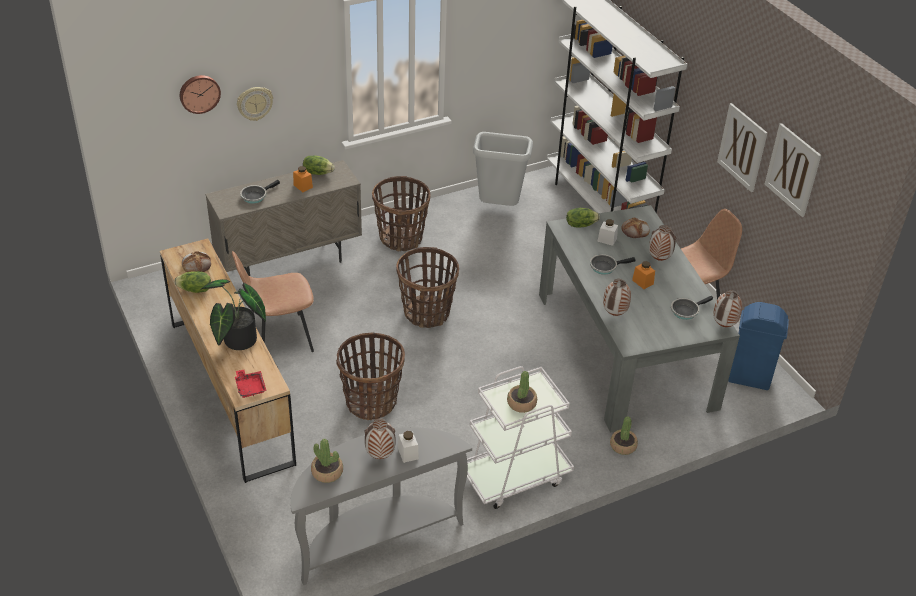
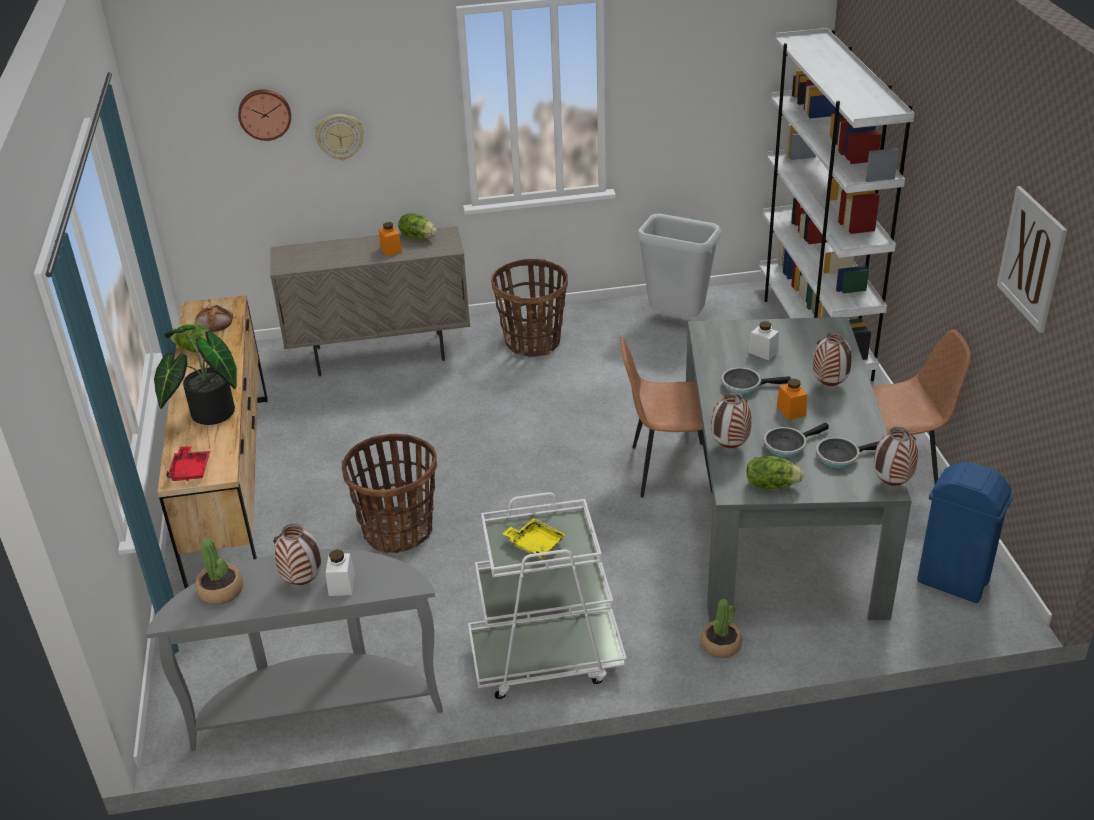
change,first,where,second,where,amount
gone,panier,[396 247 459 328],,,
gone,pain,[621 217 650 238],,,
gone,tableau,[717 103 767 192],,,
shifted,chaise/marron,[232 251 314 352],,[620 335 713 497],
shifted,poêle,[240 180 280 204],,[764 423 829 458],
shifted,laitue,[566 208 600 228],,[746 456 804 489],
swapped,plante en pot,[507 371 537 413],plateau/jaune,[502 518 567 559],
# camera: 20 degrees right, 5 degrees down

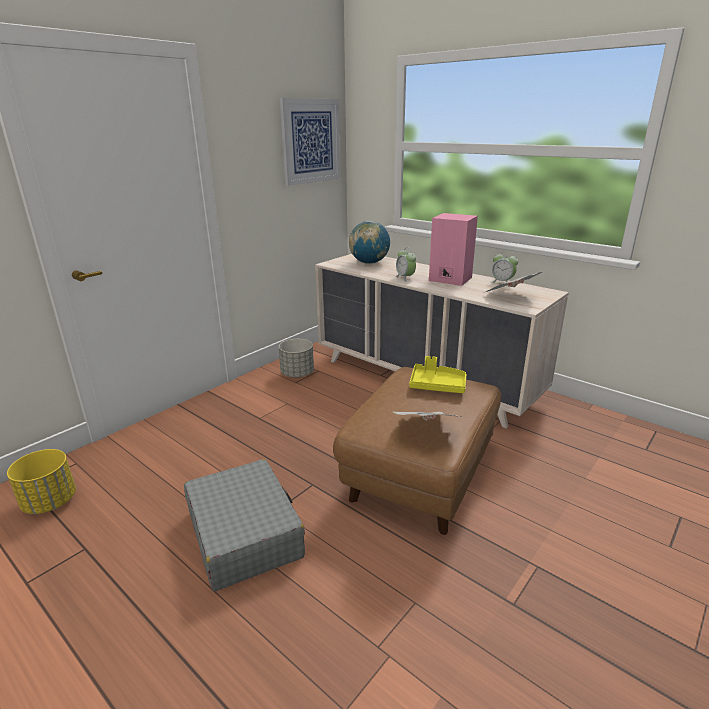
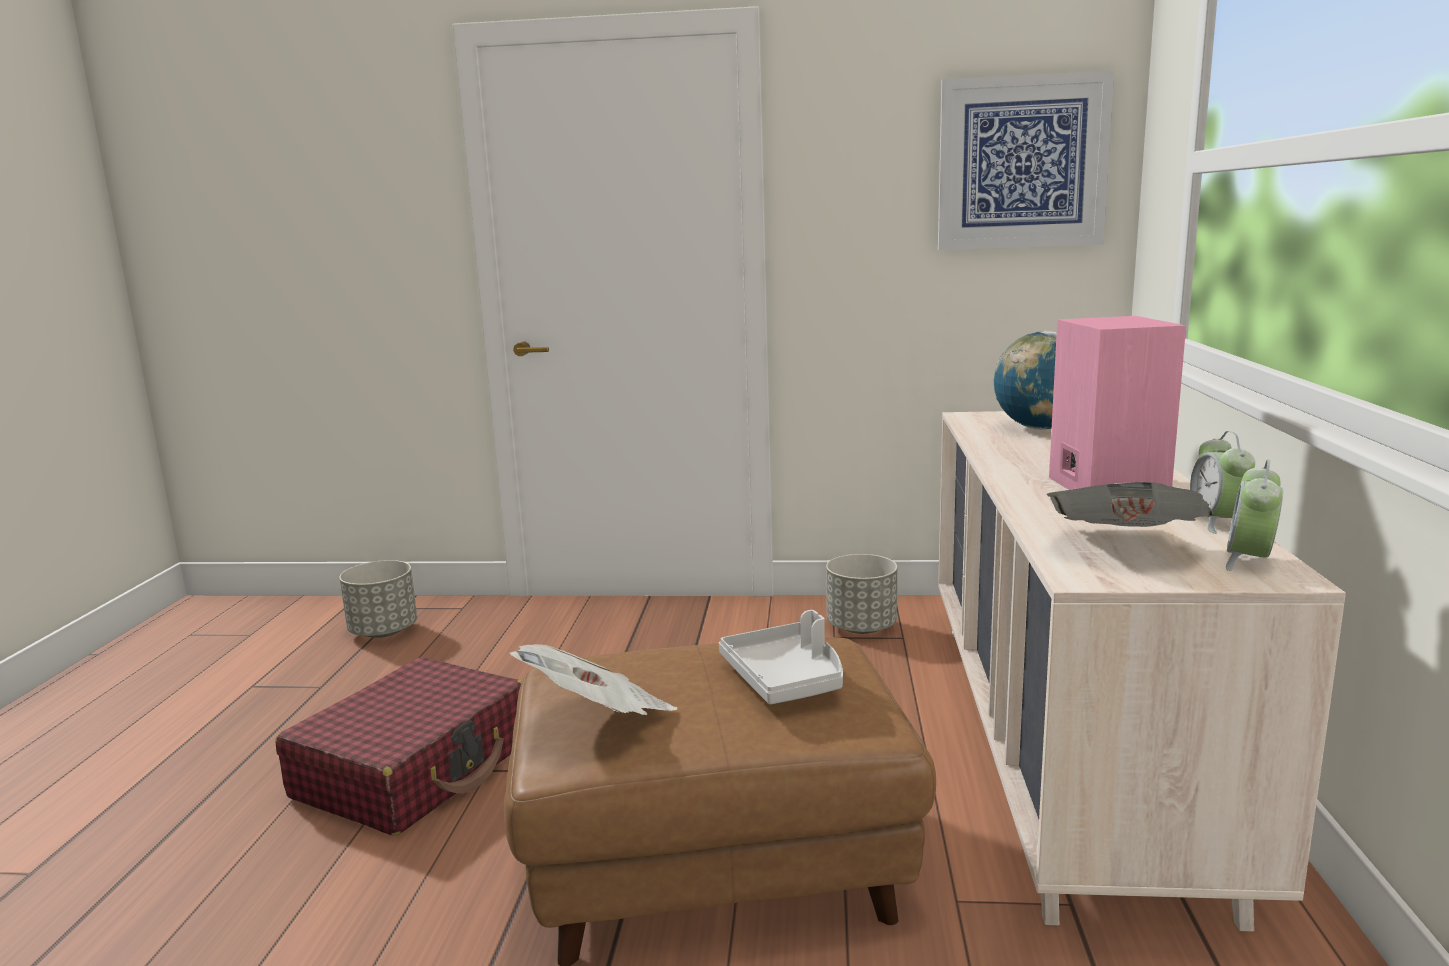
change,first,where,second,where,amount
shifted,réveil,[395 247 416 281],,[1226 459 1283 571],
repainted,cache-pot/jaune,[7 449 76 514],cache-pot/gris,[339 560 417 638],
repainted,valise/gris,[184 459 305 591],valise/rouge,[275 657 522 836],
repainted,plateau/jaune,[409 356 466 393],plateau/gris,[719 610 843 705],
# camera: 55 degrees right, 10 degrees down

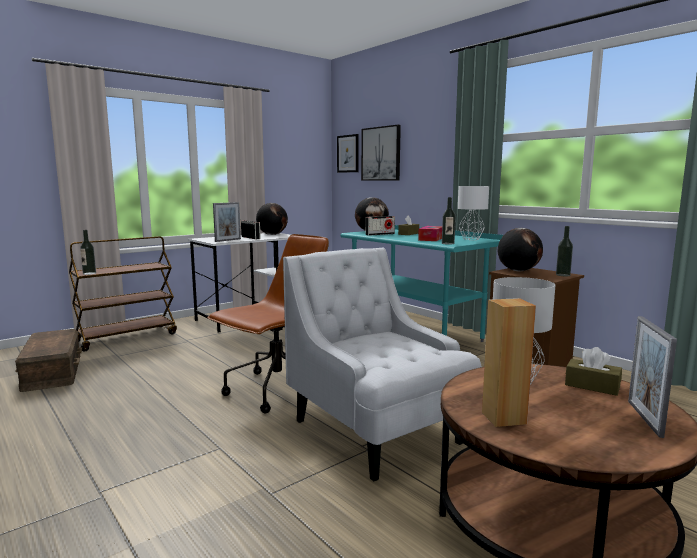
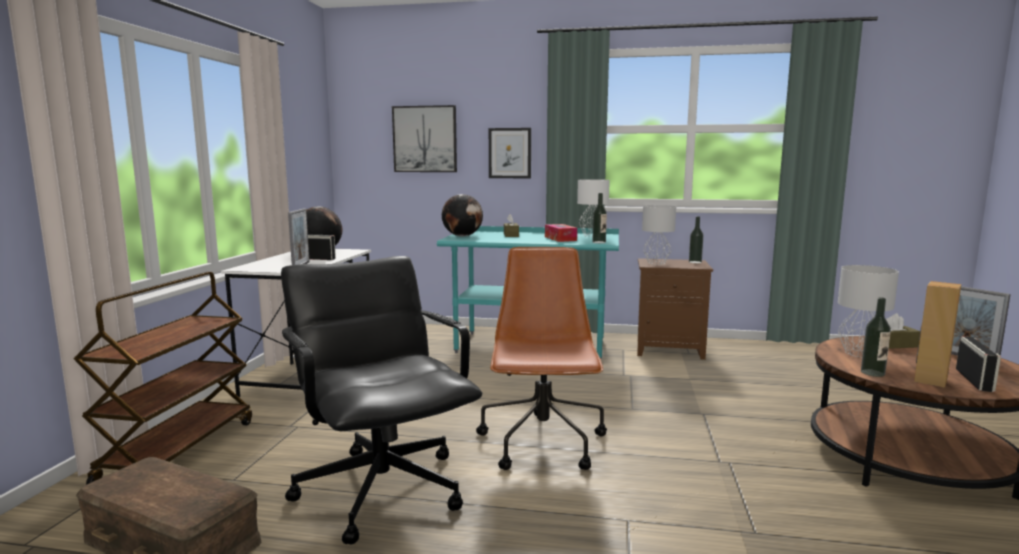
change,first,where,second,where,amount
gone,fauteuil/blanc,[283 247 482 481],,,
new,,,chaise de bureau/noir,[281 256 482 544],
shifted,bouteille,[80 230 96 275],,[861 297 891 377],
shifted,tableau,[337 134 359 173],,[489 128 531 178],
shifted,radio,[366 216 395 236],,[956 337 1001 392],
swapped,globe,[498 228 543 271],lampe de table/gris,[642 205 676 265],
# camera: 40 degrees left, 0 degrees up

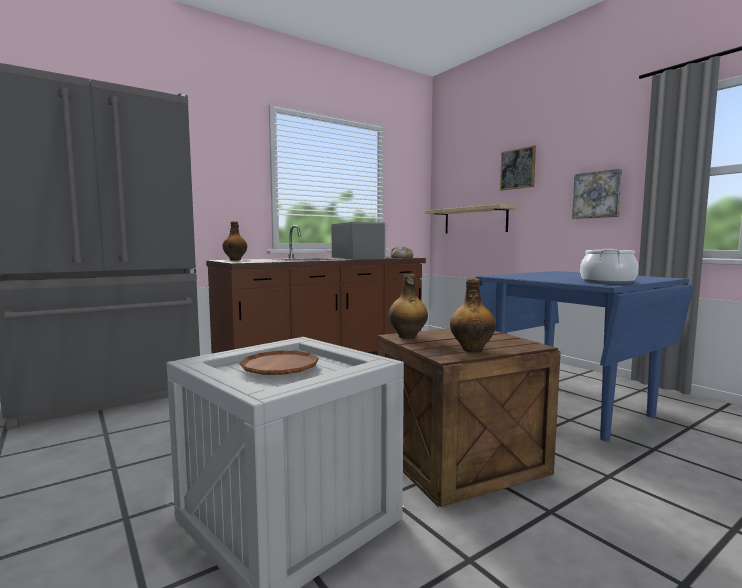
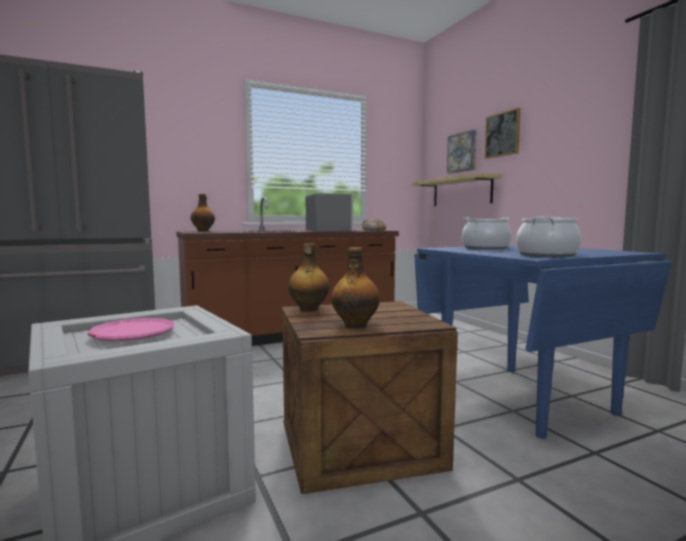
change,first,where,second,where,amount
new,,,marmite,[462 218 512 250],
shifted,tableau,[572 168 622 219],,[447 130 477 173],
repainted,assiette/marron,[240 351 319 375],assiette/rose,[87 318 174 341],
# camera: 10 degrees right, 0 degrees up

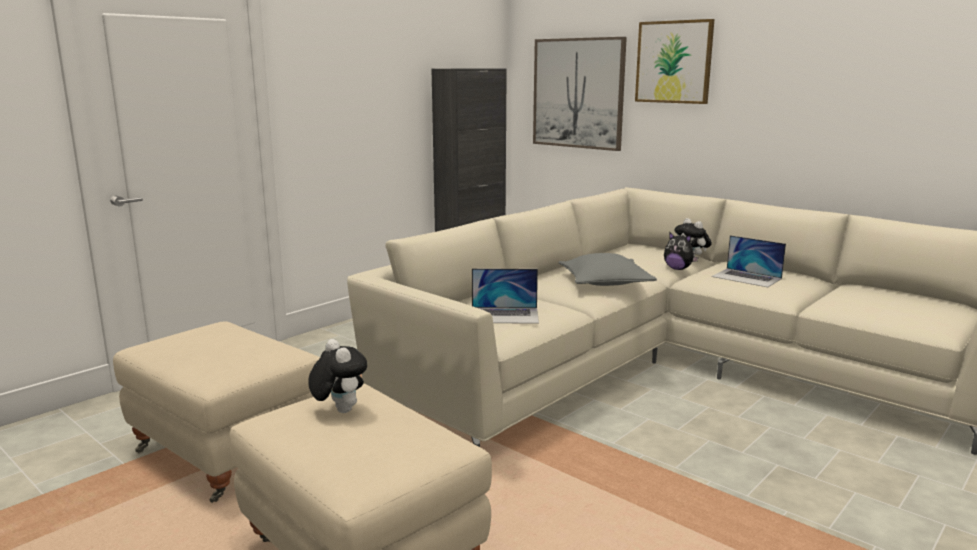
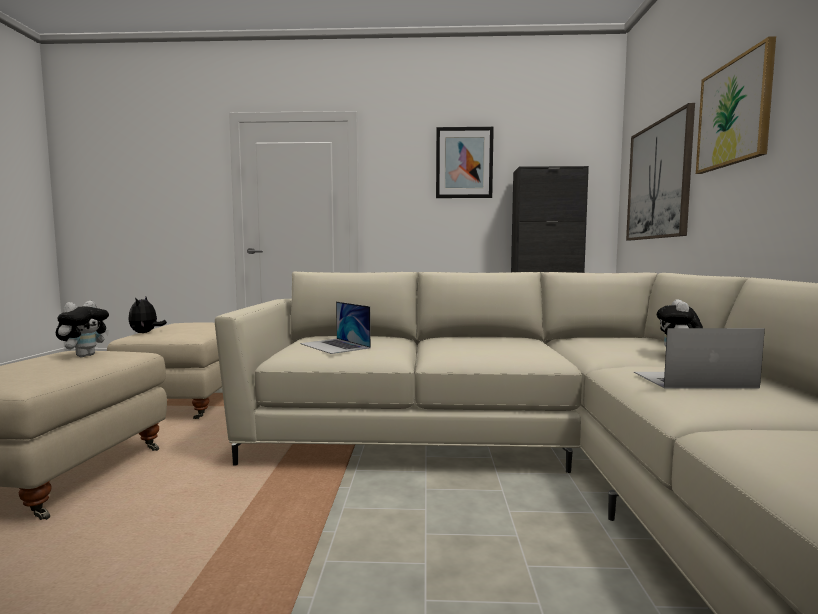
change,first,where,second,where,amount
gone,coussin/gris,[559 253 657 286],,,
new,,,tableau,[436 127 494 198],
shifted,peluche,[664 232 699 270],,[128 297 167 333],
rotated,ordinateur portable,[711 235 786 287],,[634 328 765 389],90 degrees clockwise
# camera: 50 degrees right, 10 degrees down

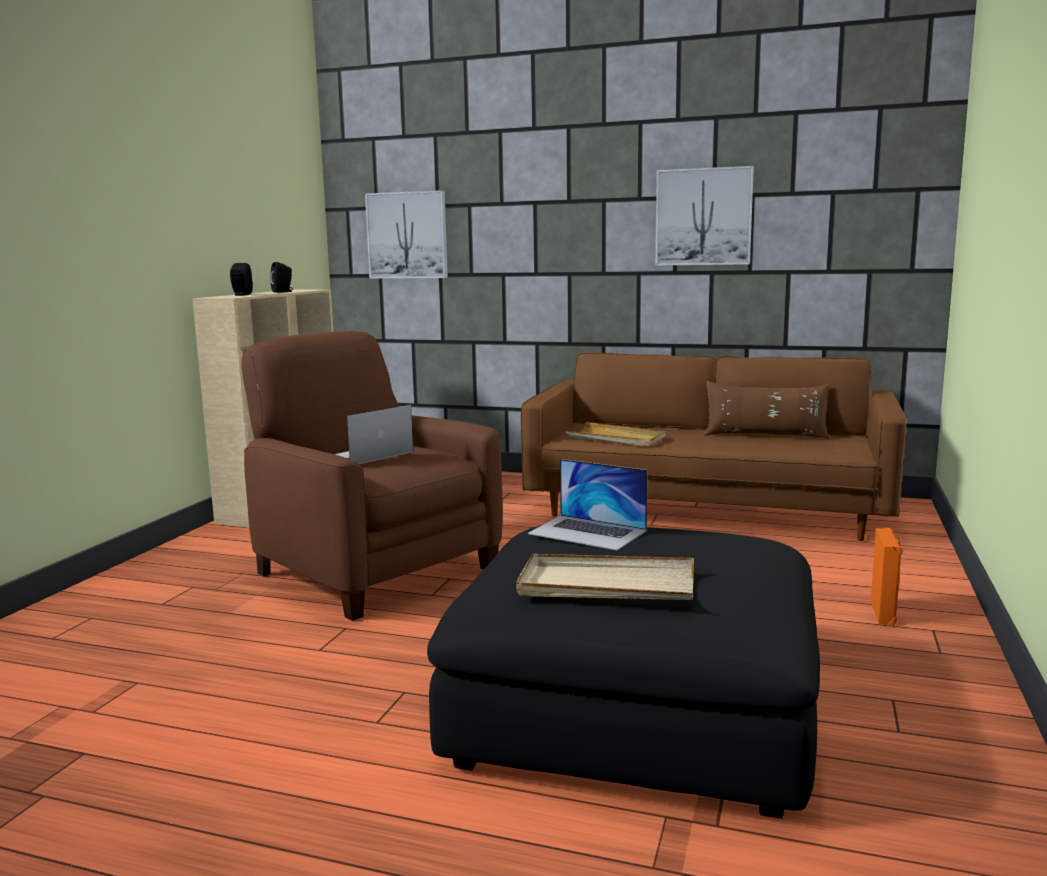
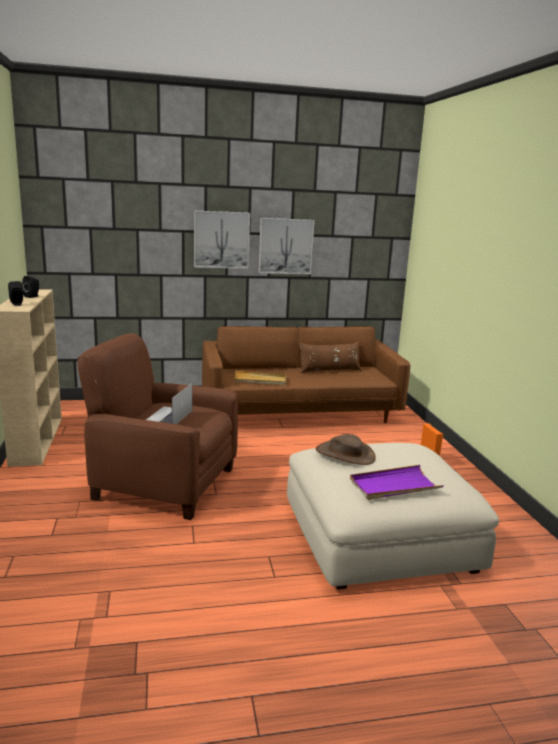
change,first,where,second,where,amount
shifted,tableau,[365 190 448 279],,[194 210 250 269],
swapped,ordinateur portable,[528 459 648 551],chapeau/marron,[316 434 376 465],
repainted,pouf/noir,[427 525 820 818],pouf/beige,[287 443 499 590],
repainted,plateau/beige,[516 554 694 600],plateau/violet,[350 465 444 500],
# camera: 30 degrees left, 5 degrees up

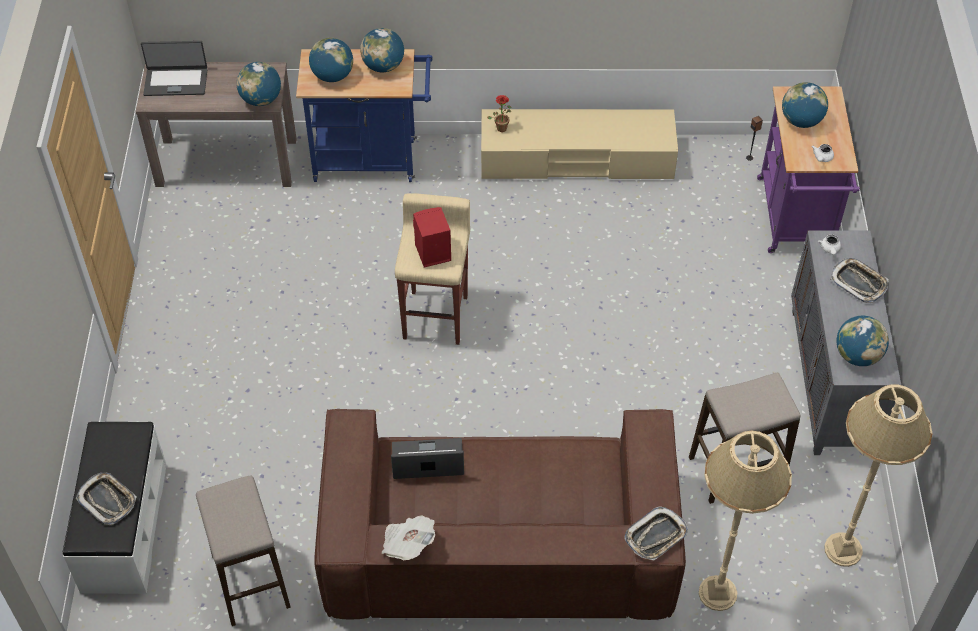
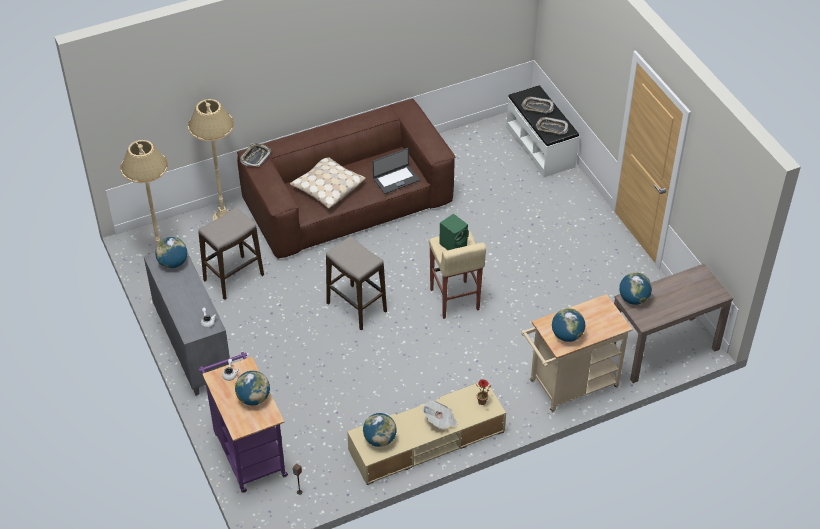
change,first,where,second,where,amount
gone,ordinateur portable,[141 41 207 96],,,
new,,,coussin/beige,[290 157 365 208],
shifted,tabouret,[196 476 291 626],,[326 236 387 331],
shifted,globe,[309 38 353 82],,[363 413 397 447],
shifted,journal,[382 515 435 560],,[422 400 458 429],
shifted,plateau,[830 258 888 303],,[536 117 568 134],
repainted,chariot/bleu,[296 49 432 182],chariot/beige,[521 294 633 413],
repainted,enceinte/rouge,[413 207 451 267],enceinte/vert,[439 214 469 250],
# camera: 155 degrees right, 5 degrees down

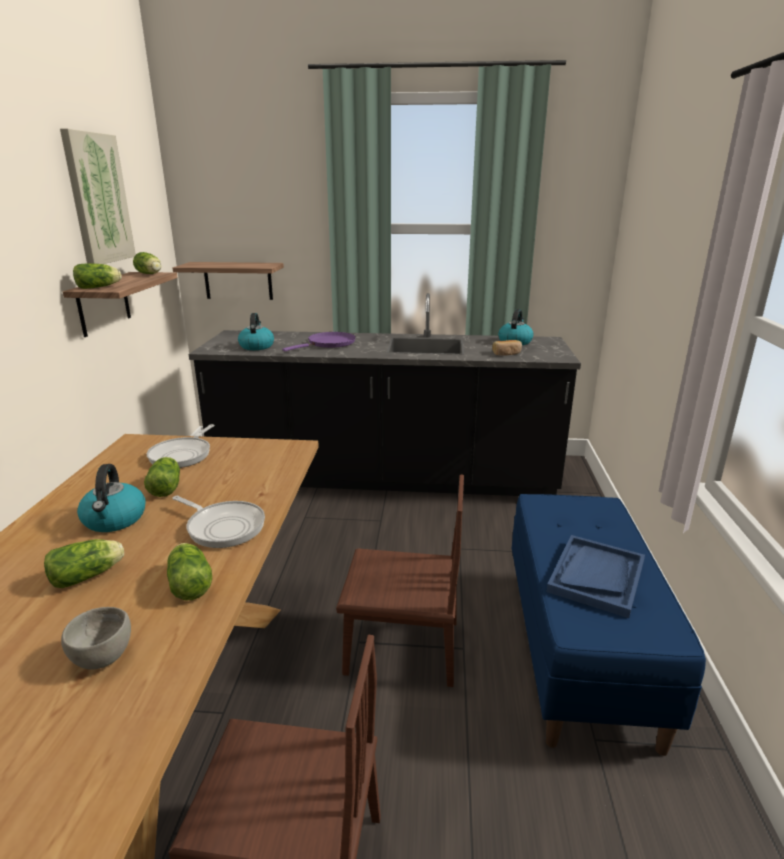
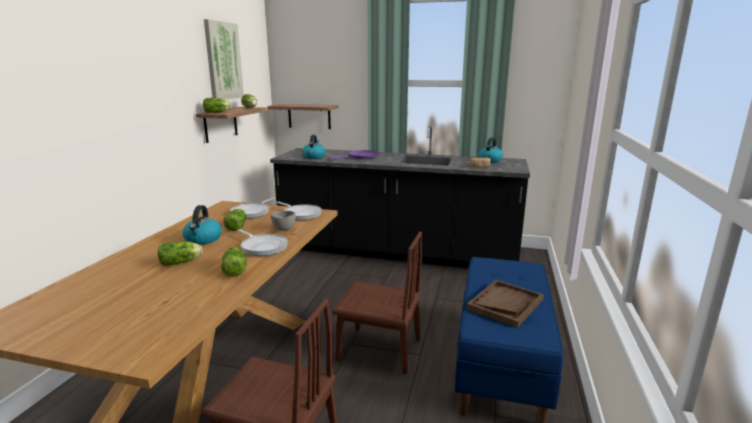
change,first,where,second,where,amount
new,,,poêle,[276 202 322 220],
shifted,bol/gris,[61 607 131 669],,[271 210 296 231],
repainted,plateau/bleu,[546 535 645 618],plateau/marron,[467 280 544 328],
# camera: 10 degrees right, 5 degrees down

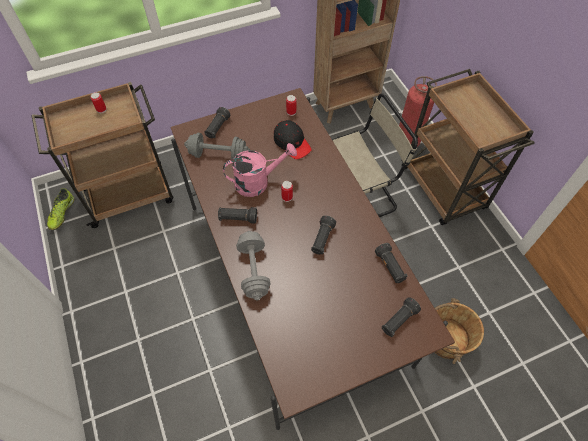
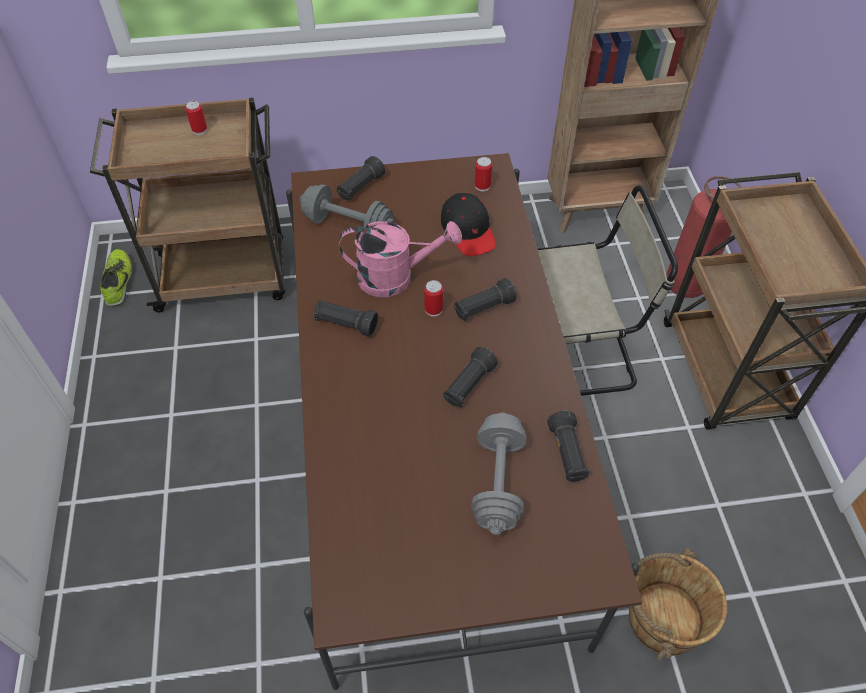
change,first,where,second,where,amount
shifted,haltère/gris,[236 231 271 301],,[471 412 527 535],
shifted,lampe de poche/noir,[382 297 421 337],,[454 278 517 321],
rotated,chaussure,[47 188 74 230],,[100 249 132 307],150 degrees clockwise
# camera: 15 degrees right, 5 degrees down

